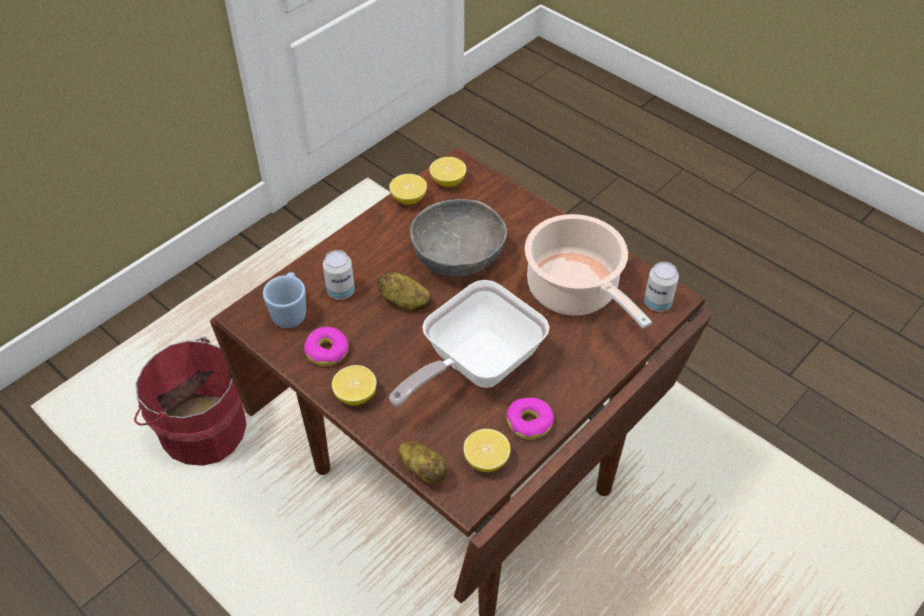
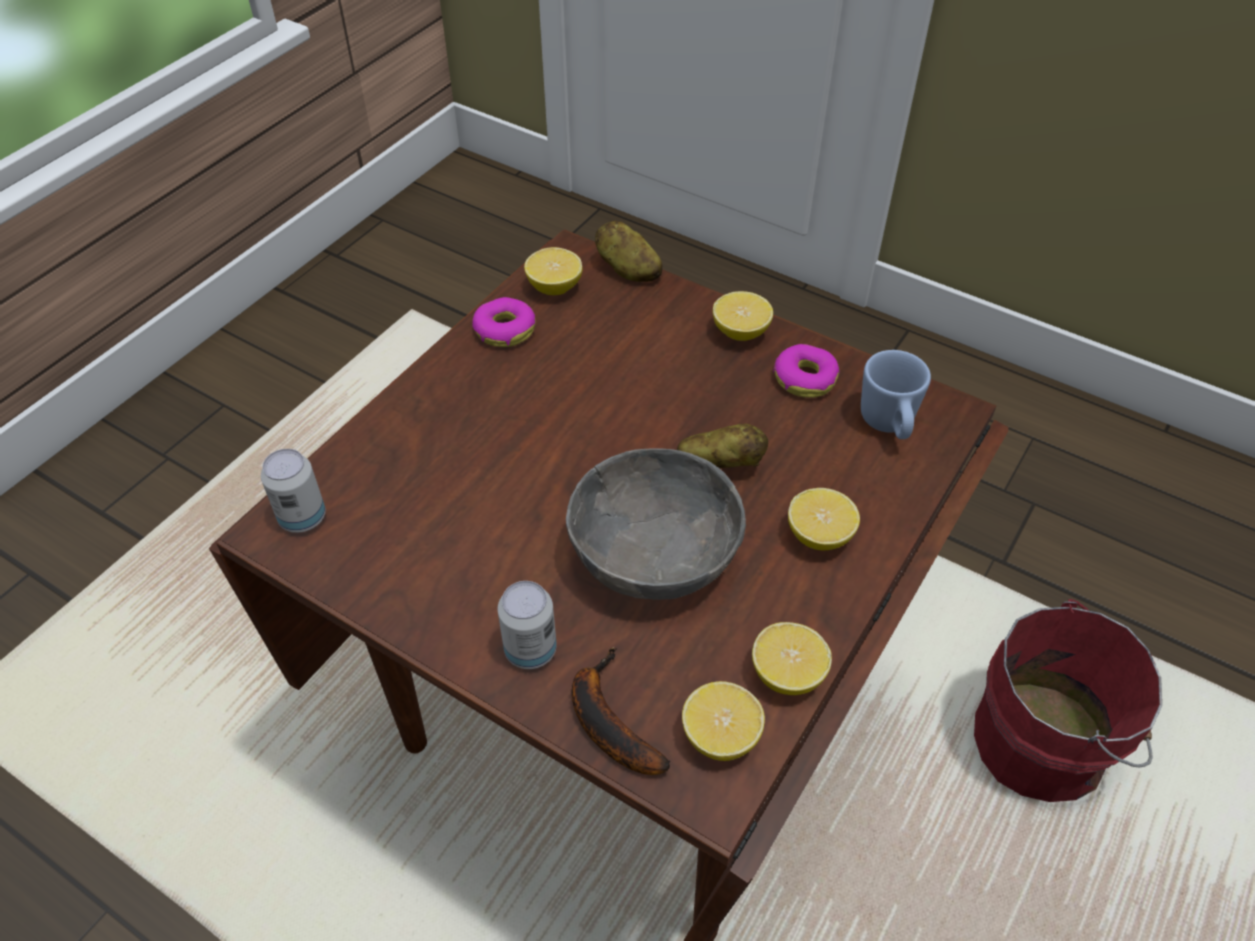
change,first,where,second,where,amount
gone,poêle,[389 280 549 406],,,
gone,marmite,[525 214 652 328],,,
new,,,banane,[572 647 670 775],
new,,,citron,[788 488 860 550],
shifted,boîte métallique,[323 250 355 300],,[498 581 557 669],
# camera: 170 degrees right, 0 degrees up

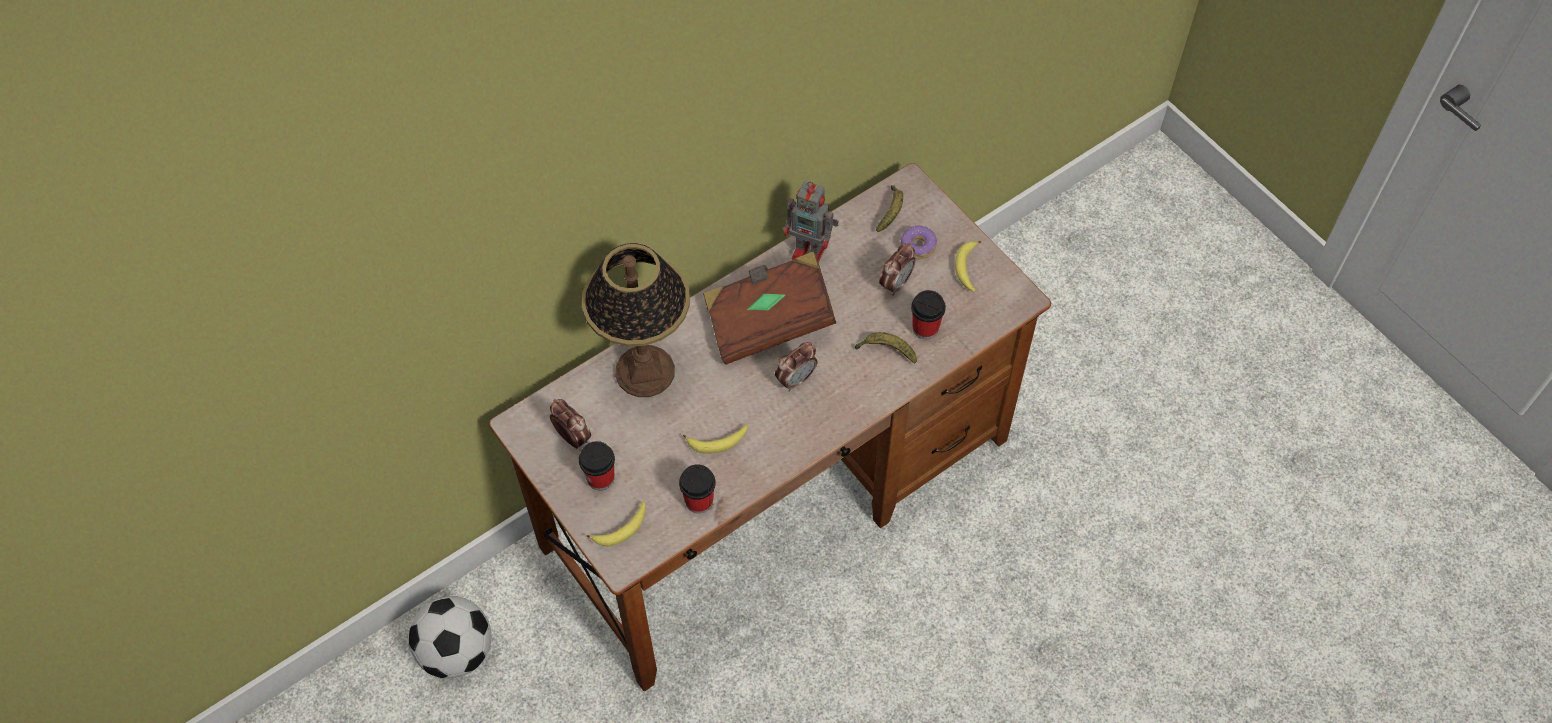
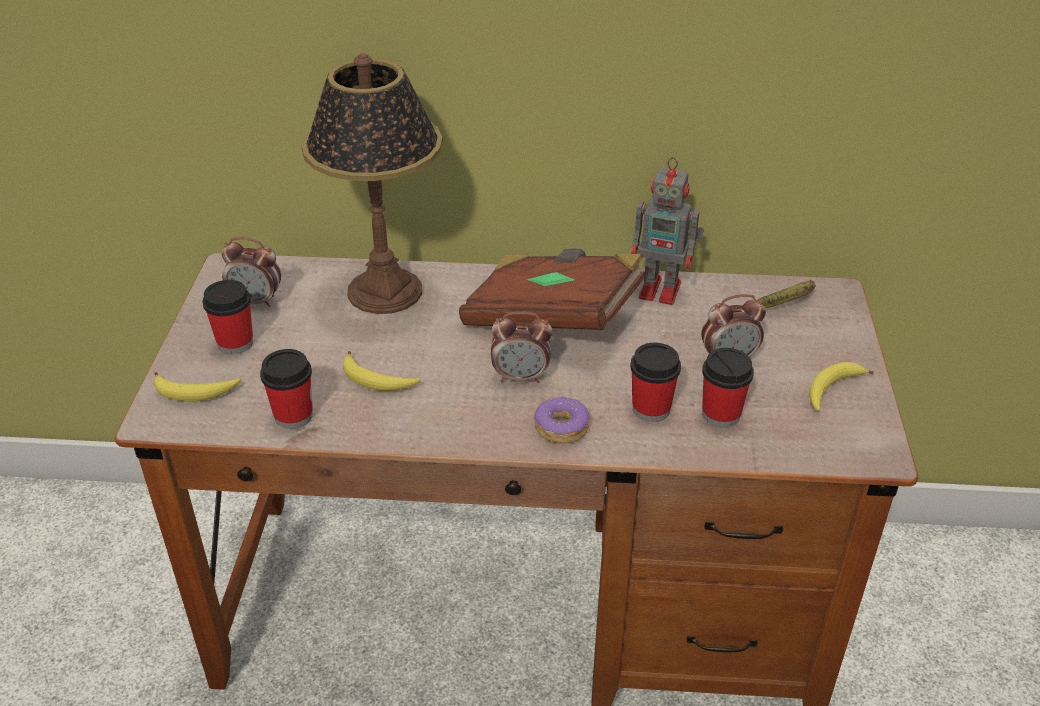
change,first,where,second,where,amount
gone,ballon de foot,[409 596 492 679],,,
shifted,beignet,[901 225 937 259],,[533 395 590 444],
swapped,banane,[855 332 917 363],tasse,[630 343 681 422],
rotated,réveil,[550 399 591 449],,[222 237 281 307],105 degrees clockwise
rotated,robot jouet,[784 181 839 262],,[631 157 704 305],45 degrees counterclockwise
# camera: 40 degrees right, 20 degrees down

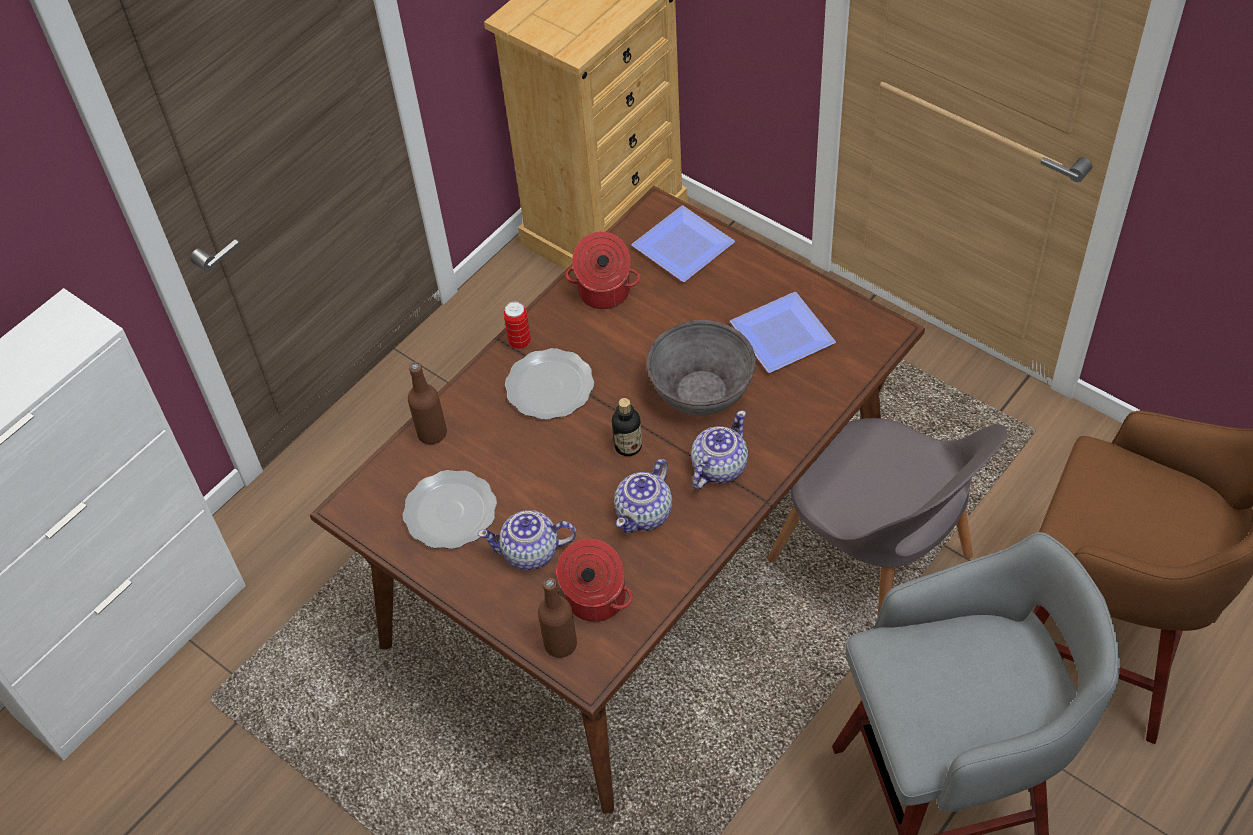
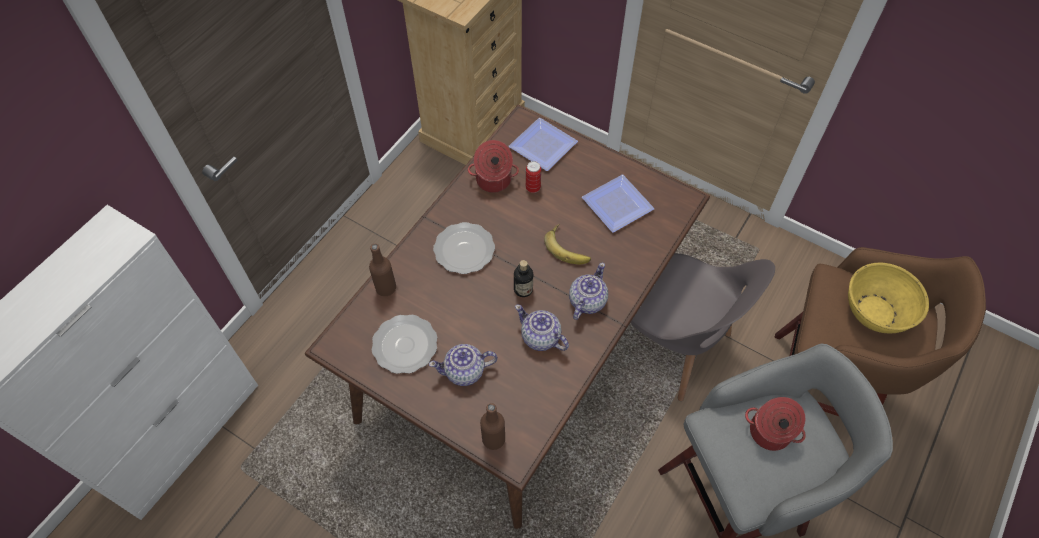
change,first,where,second,where,amount
new,,,bol/jaune,[848 263 929 333],
shifted,boîte métallique,[504 302 531 349],,[526 161 541 193],
shifted,marmite,[556 539 633 622],,[745 397 806 451],
swapped,bol/gris,[646 320 756 416],banane,[544 224 591 264],
rotated,théière,[614 459 672 533],,[515 305 569 351],105 degrees clockwise
# camera: 10 degrees left, 5 degrees up

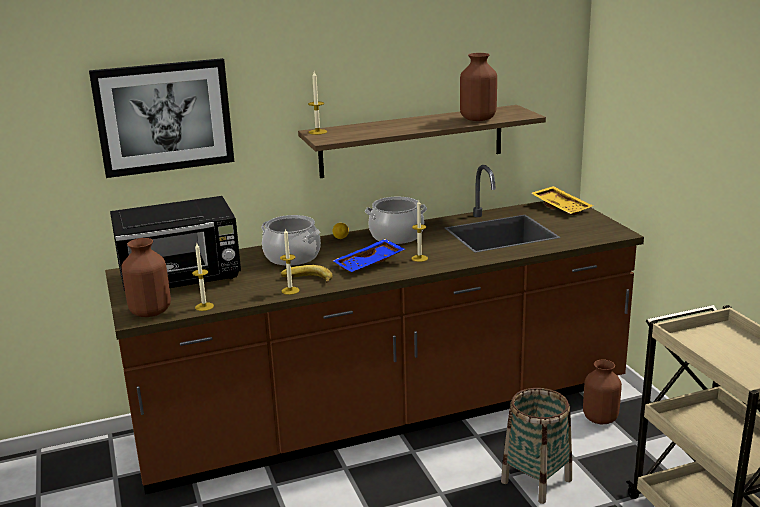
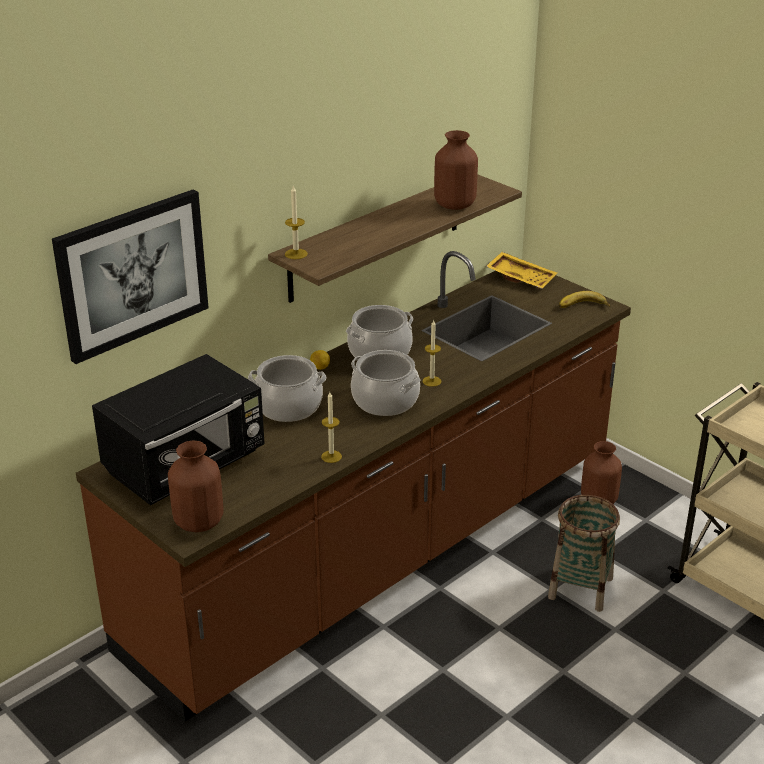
change,first,where,second,where,amount
gone,bougie,[192 243 214 311],,,
shifted,banane,[281 265 333 283],,[559 291 610 308],
swapped,plateau/bleu,[333 239 405 272],marmite,[351 350 420 416],
# camera: 25 degrees left, 10 degrees up

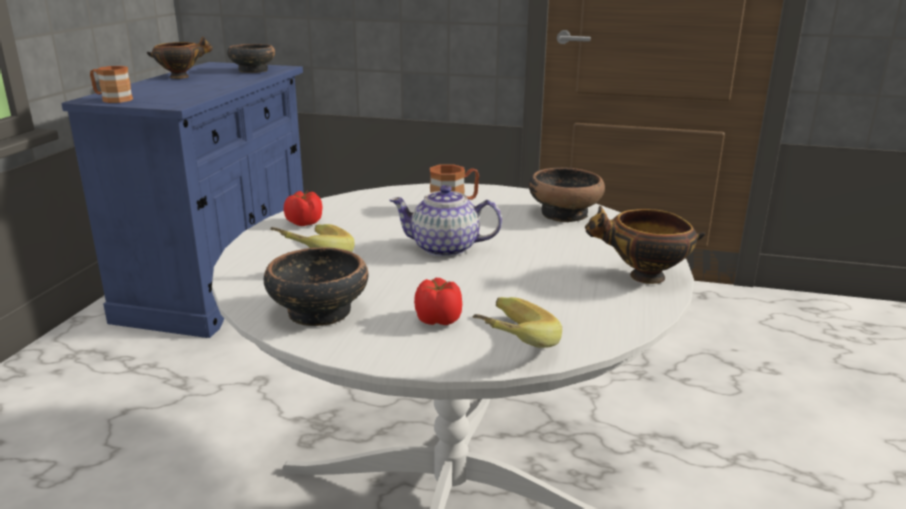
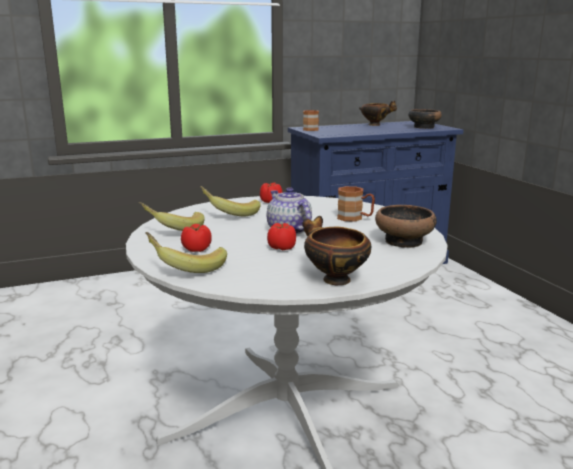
change,first,where,second,where,amount
new,,,tomate,[267 223 296 250],
swapped,bol,[264 248 368 326],banane,[139 202 205 231],
# camera: 55 degrees right, 5 degrees down

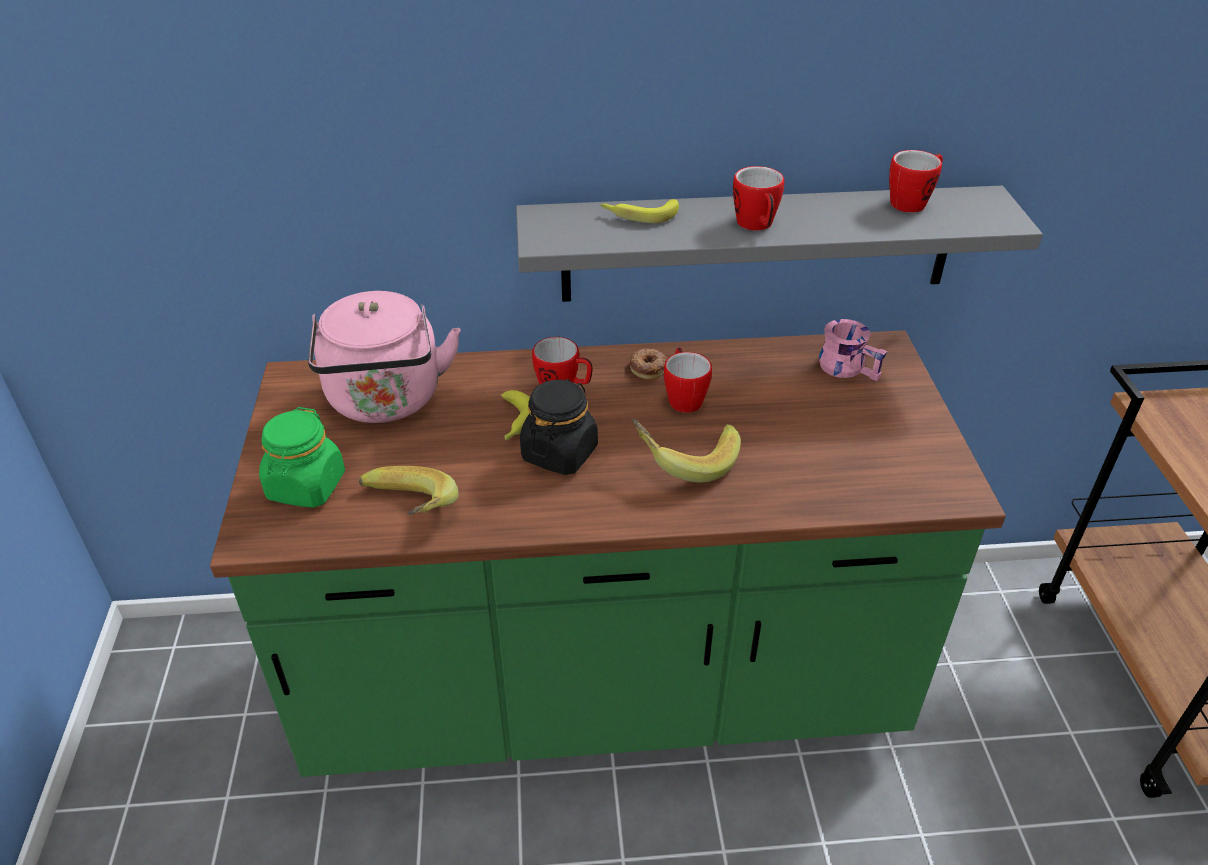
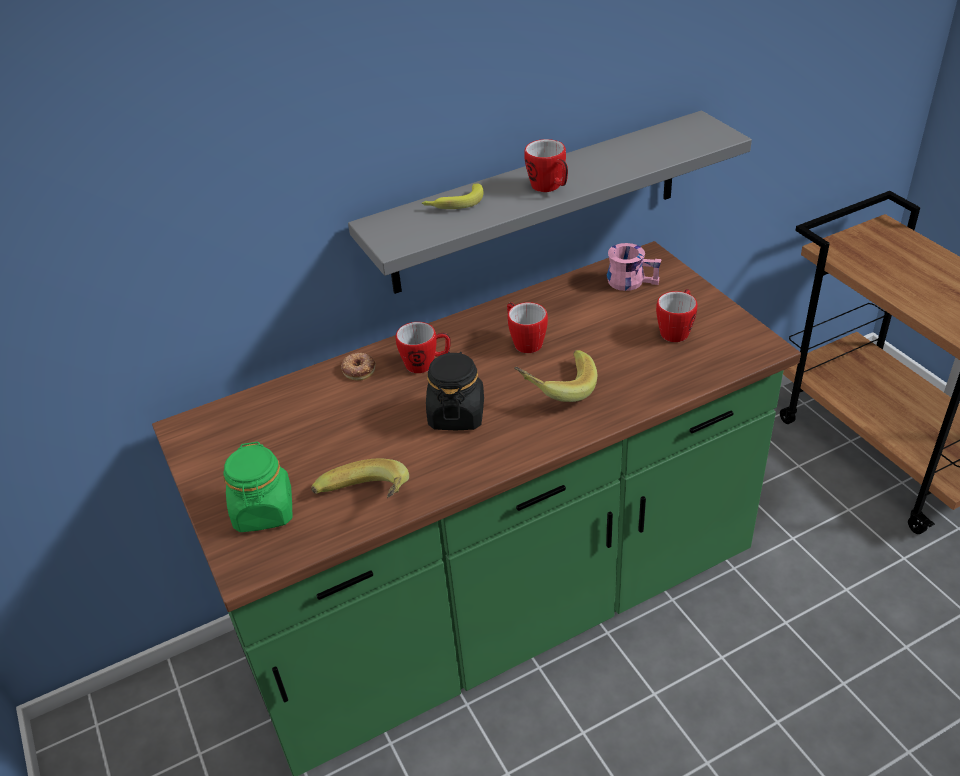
change,first,where,second,where,amount
gone,bouilloire/rose,[308 291 461 423],,,
gone,banane,[501 390 530 440],,,
shifted,beignet,[630 348 668 379],,[341 353 376 381],
shifted,mug,[889 150 943 213],,[656 289 697 342],
# camera: 20 degrees left, 0 degrees up

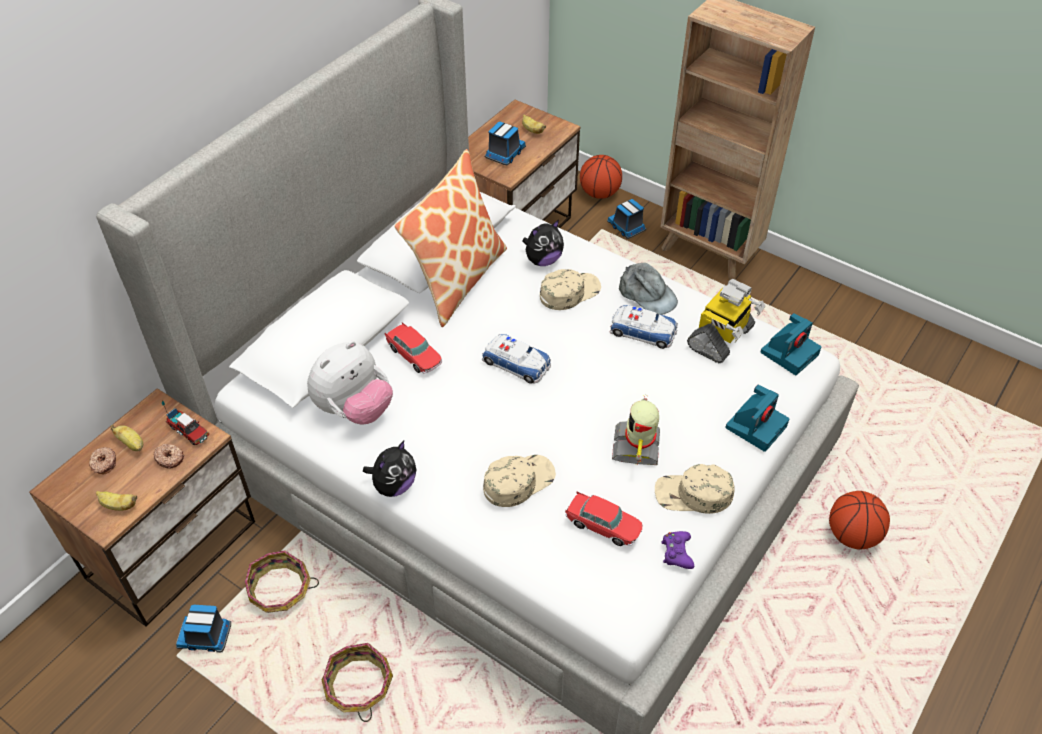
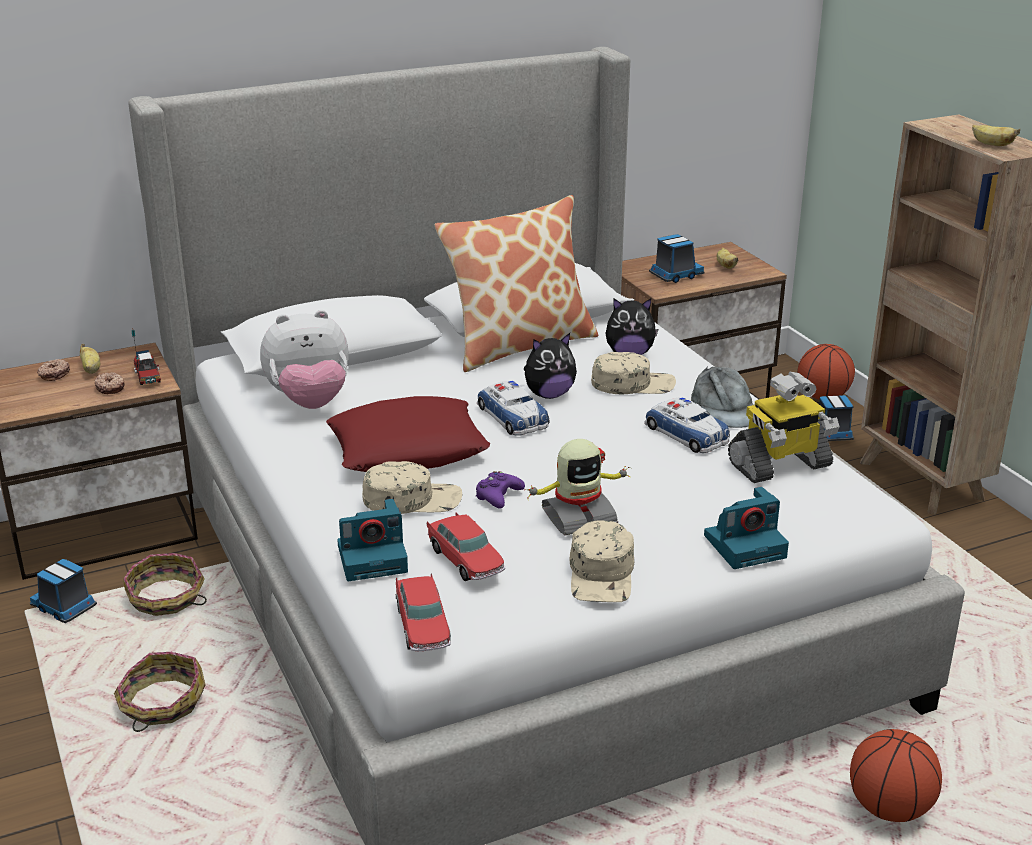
change,first,where,second,where,amount
new,,,coussin/rouge,[326 396 490 472],
shifted,banane,[96 491 137 511],,[972 125 1020 146],
shifted,peluche,[363 440 417 497],,[523 333 577 399],
shifted,petite voiture,[385 322 443 374],,[396 573 451 651],
shifted,manette/violet,[661 531 694 569],,[476 471 525 509],
shifted,appareil photo,[761 313 821 375],,[337 499 408 581],
rotated,robot jouet,[612 395 660 465],,[524 439 631 536],150 degrees counterclockwise
rotated,casquette/beige,[655 464 735 514],,[570 520 634 602],120 degrees counterclockwise
# camera: 30 degrees right, 20 degrees down

